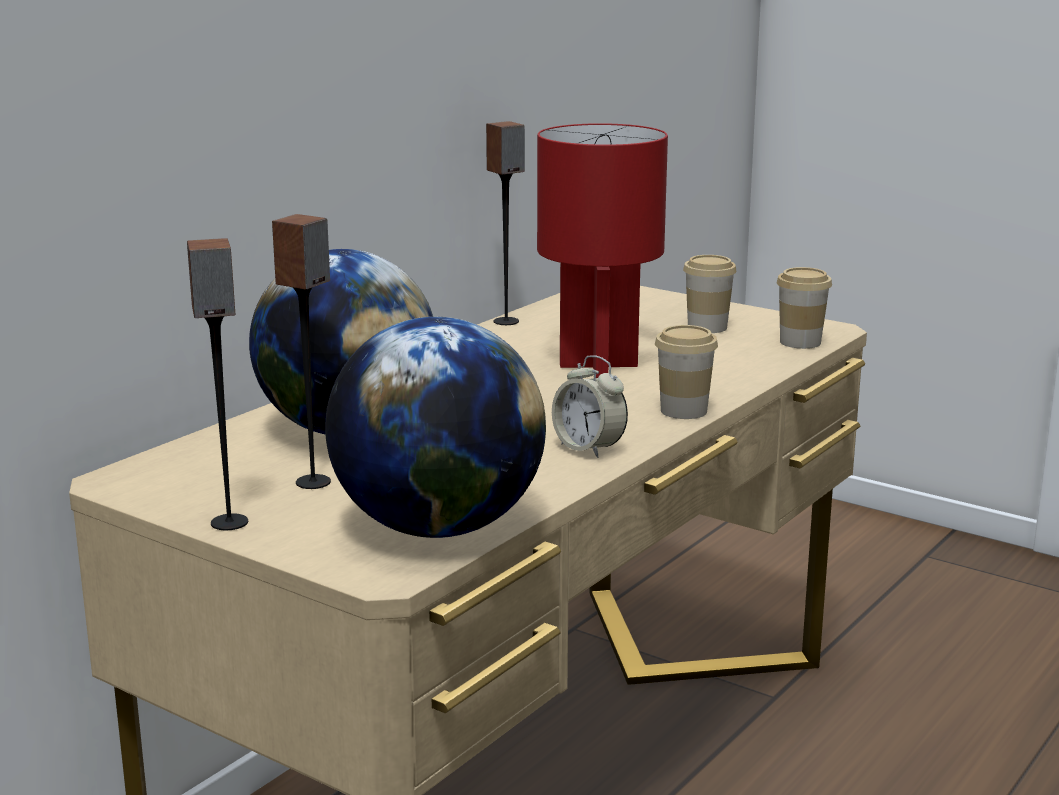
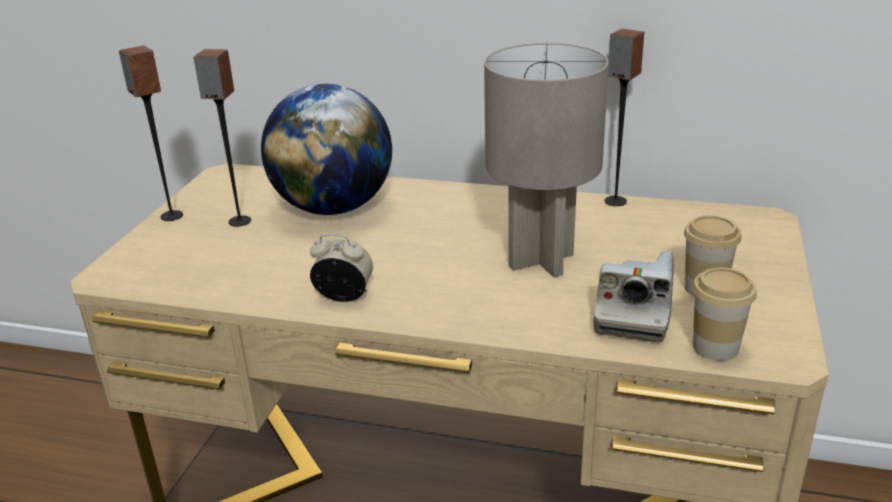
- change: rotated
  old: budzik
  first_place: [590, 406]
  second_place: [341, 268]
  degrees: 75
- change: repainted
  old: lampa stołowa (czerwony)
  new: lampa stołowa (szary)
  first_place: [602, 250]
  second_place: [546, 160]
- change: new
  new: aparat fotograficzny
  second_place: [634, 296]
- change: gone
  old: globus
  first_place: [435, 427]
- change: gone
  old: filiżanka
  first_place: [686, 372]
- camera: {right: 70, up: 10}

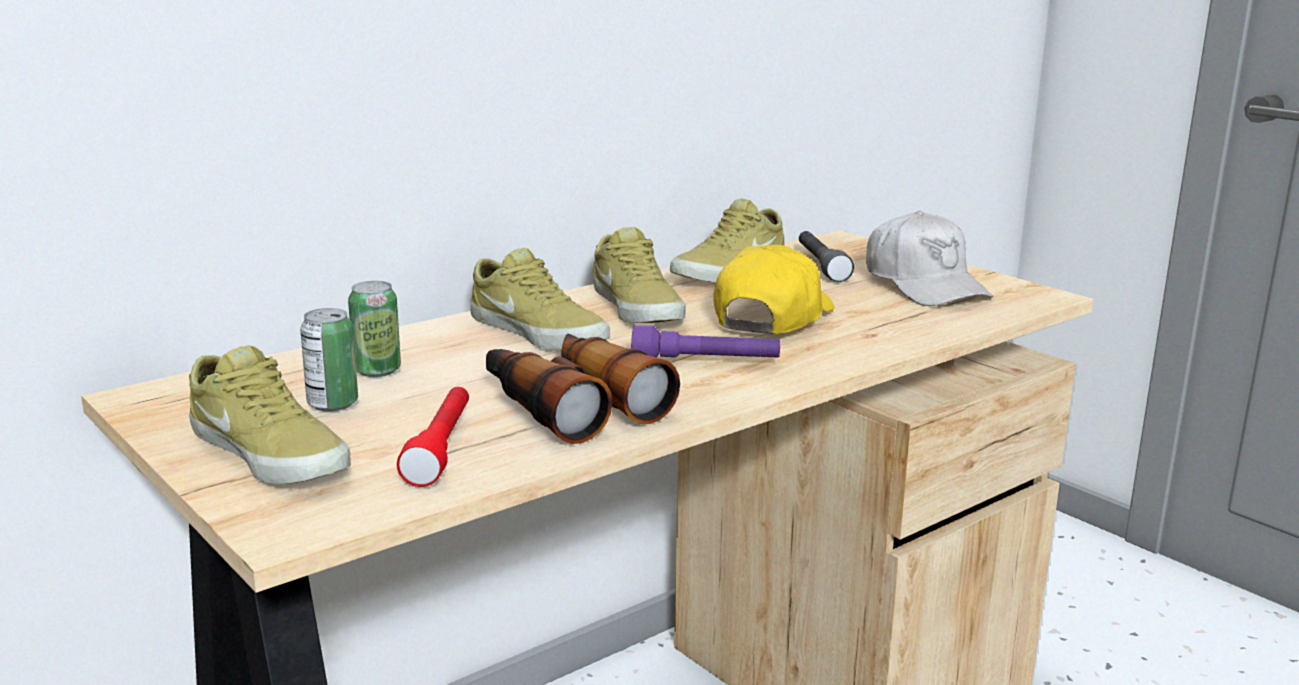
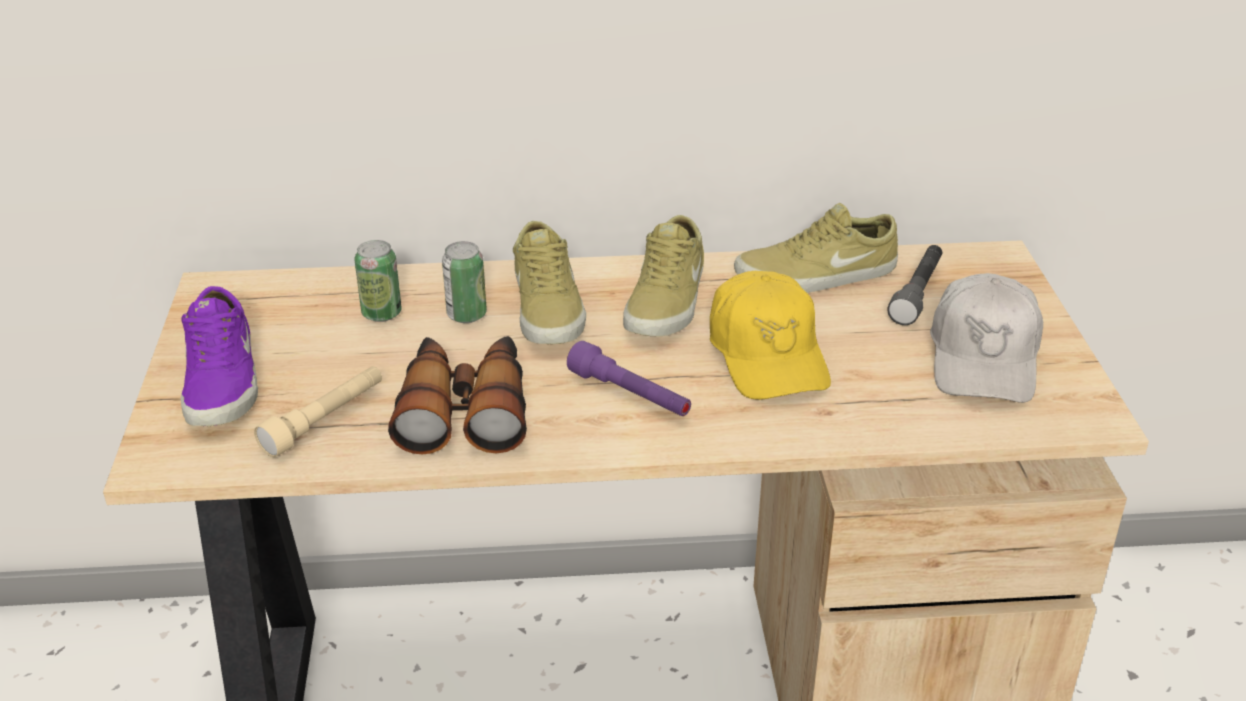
- change: repainted
  old: but (beżowy)
  new: but (fioletowy)
  first_place: [270, 414]
  second_place: [219, 356]
- change: repainted
  old: latarka (czerwony)
  new: latarka (beżowy)
  first_place: [433, 437]
  second_place: [318, 411]
- change: shifted
  old: puszka
  first_place: [329, 360]
  second_place: [464, 282]
- change: rotated
  old: czapka z daszkiem (żółty)
  first_place: [774, 289]
  second_place: [770, 335]
  degrees: 105
- camera: {right: 35, up: 15}

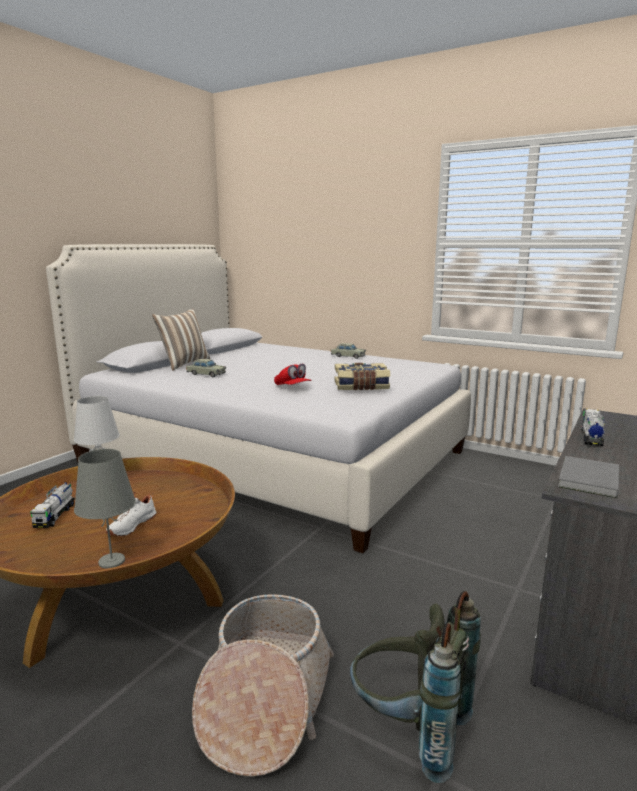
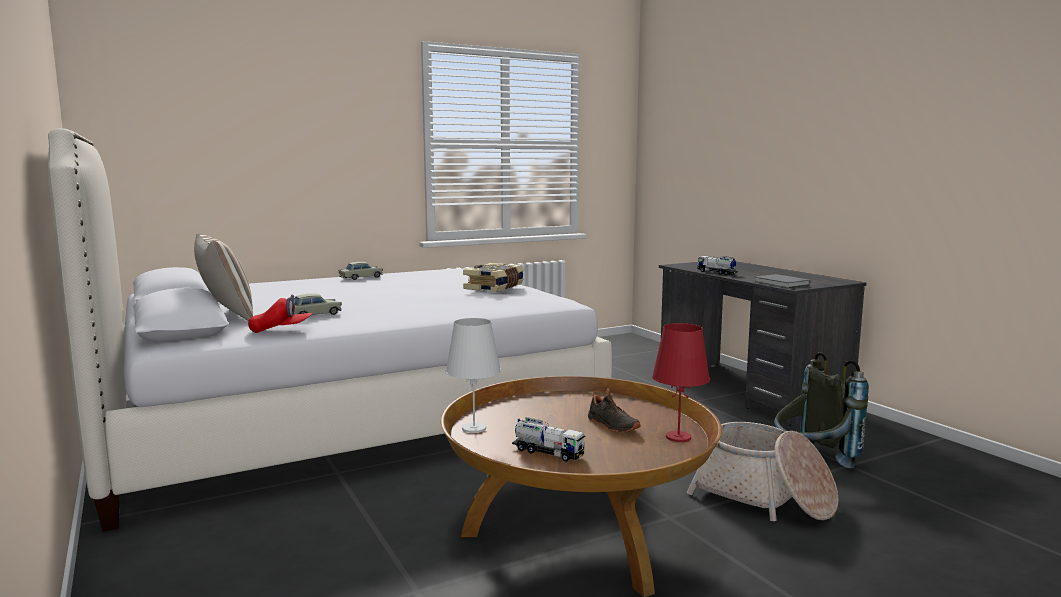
- change: shifted
  old: czapka z daszkiem (czerwony)
  first_place: [293, 374]
  second_place: [280, 314]
- change: repainted
  old: but (biały)
  new: but (czarny)
  first_place: [131, 514]
  second_place: [614, 410]
- change: repainted
  old: lampa stołowa (szary)
  new: lampa stołowa (czerwony)
  first_place: [105, 509]
  second_place: [681, 382]
- camera: {right: -60, up: -5}

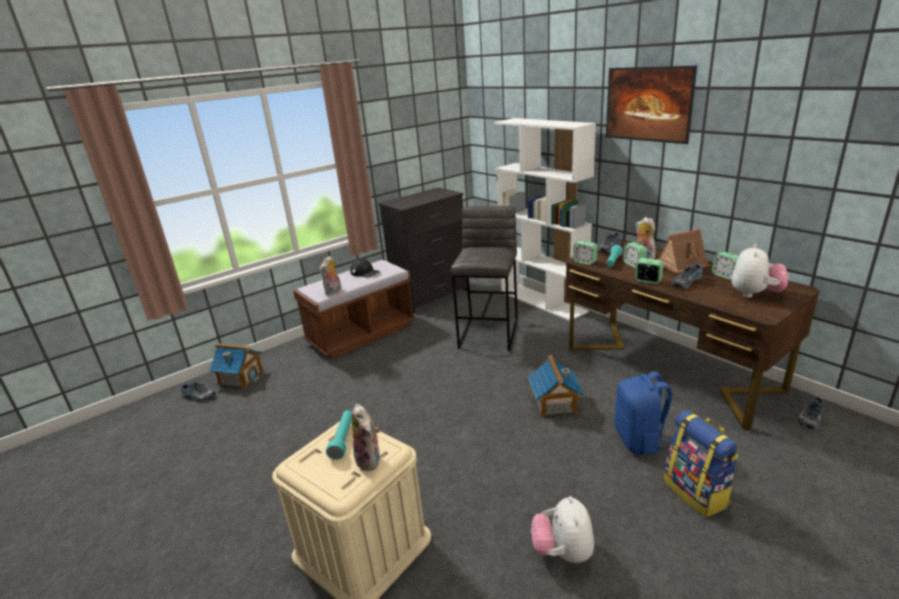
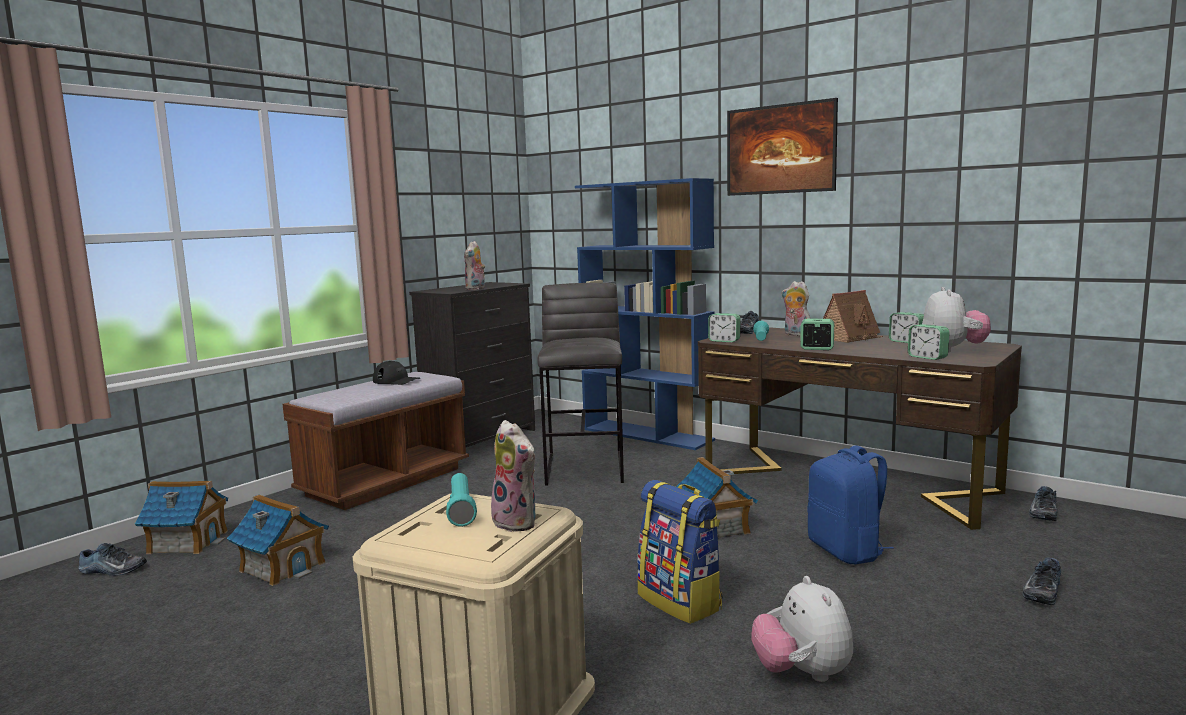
- change: new
  new: domek
  second_place: [278, 540]
- change: shifted
  old: pluszak
  first_place: [330, 275]
  second_place: [474, 265]
- change: repainted
  old: regał (biały)
  new: regał (niebieski)
  first_place: [545, 219]
  second_place: [645, 314]
- change: shifted
  old: plecak
  first_place: [701, 463]
  second_place: [680, 552]
- change: shifted
  old: budzik
  first_place: [635, 255]
  second_place: [929, 342]
- change: shifted
  old: but
  first_place: [687, 276]
  second_place: [1042, 581]
- camera: {right: -15, up: -15}

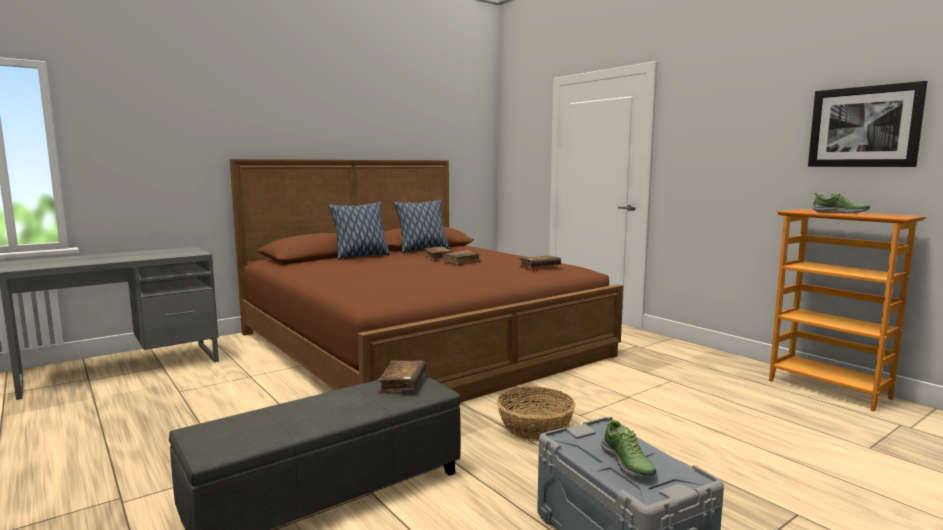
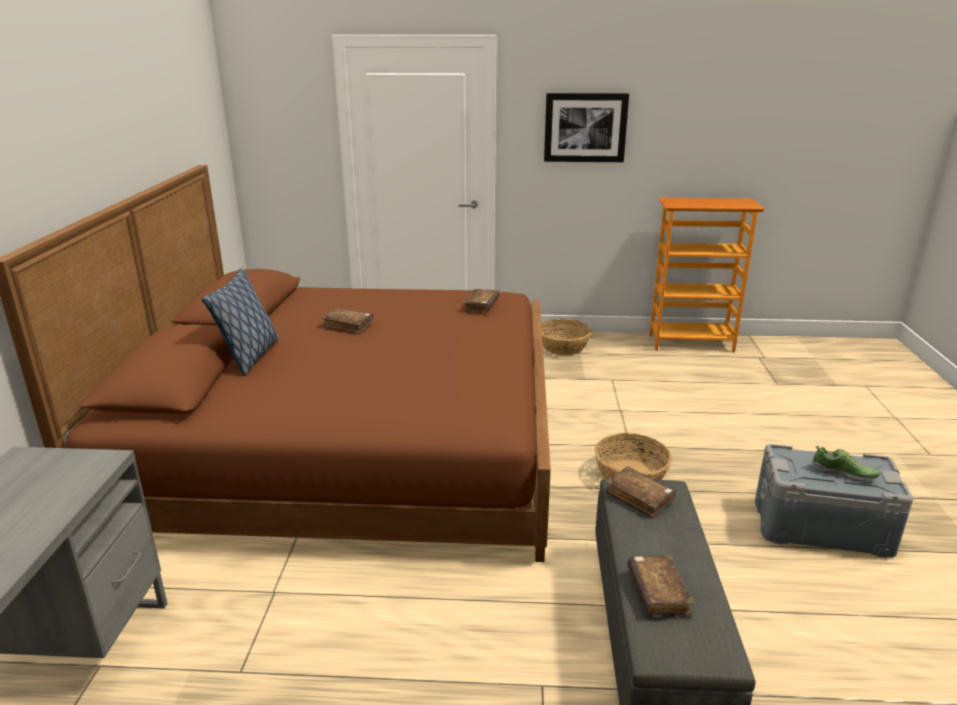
- change: new
  new: koszyk
  second_place: [566, 337]
- change: shifted
  old: obraz
  first_place: [868, 124]
  second_place: [586, 127]
- change: shifted
  old: książka (brązowy)
  first_place: [461, 257]
  second_place: [661, 586]
- change: gone
  old: poduszka
  first_place: [421, 226]
- change: gone
  old: but
  first_place: [841, 203]
- camera: {right: -50, up: 15}

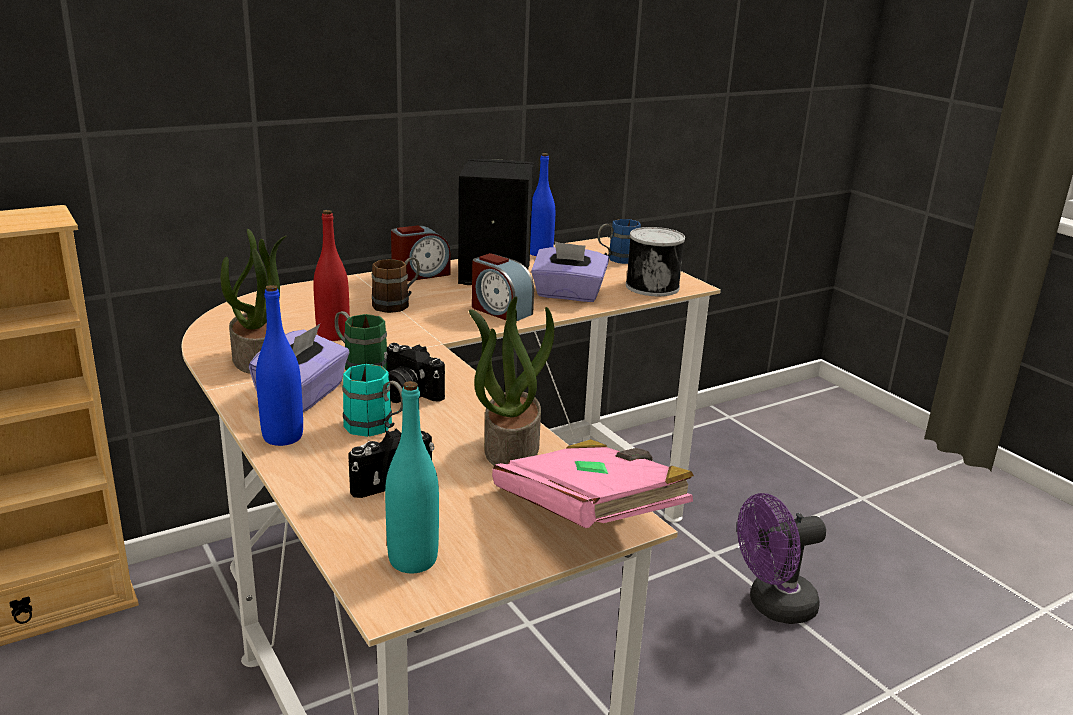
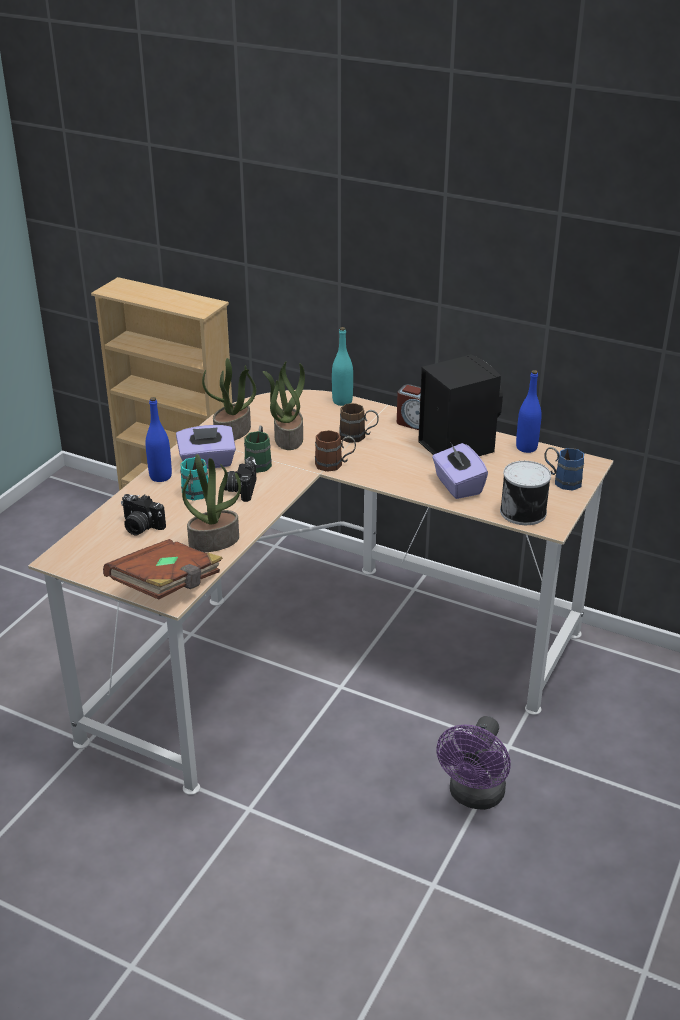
- change: repainted
  old: książka (różowy)
  new: książka (brązowy)
  first_place: [593, 483]
  second_place: [163, 569]
- change: swapped
  old: butelka (czerwony)
  new: roślina doniczkowa
  first_place: [331, 275]
  second_place: [284, 406]
- change: new
  new: kubek (brązowy)
  second_place: [335, 451]
- change: shifted
  old: butelka (turkusowy)
  first_place: [412, 477]
  second_place: [342, 366]
- change: rotated
  old: wentylator (fioletowy)
  first_place: [781, 558]
  second_place: [473, 763]
  degrees: -105
- change: gone
  old: budzik
  first_place: [503, 287]
- camera: {right: 60, up: 10}

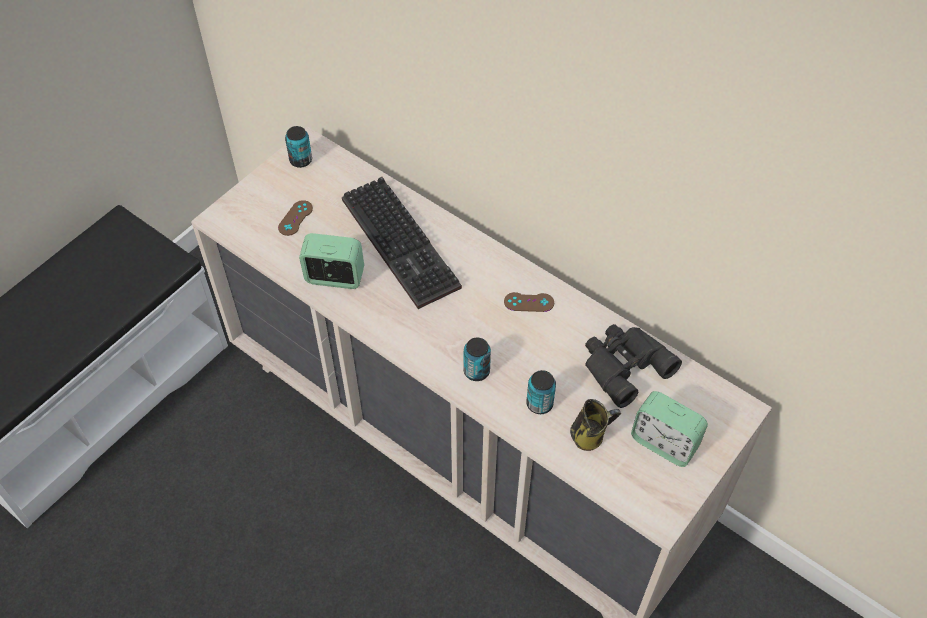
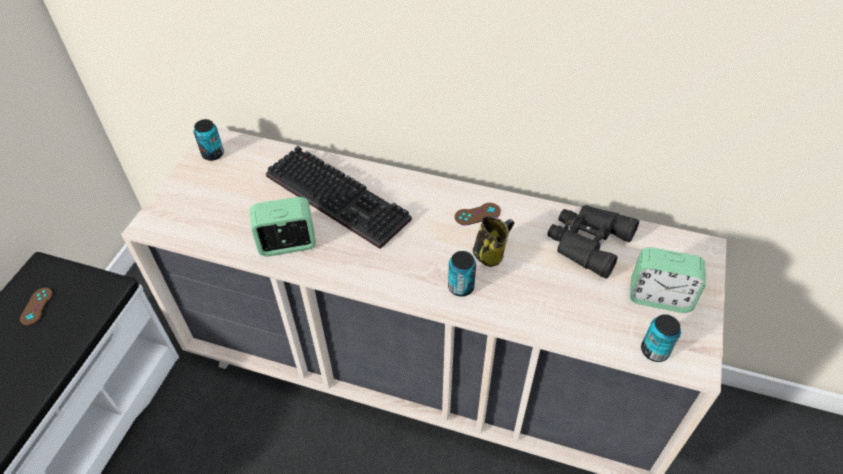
- change: shifted
  old: pad do gier (brązowy)
  first_place: [295, 218]
  second_place: [36, 306]
- change: shifted
  old: kubek
  first_place: [595, 425]
  second_place: [494, 241]
- change: shifted
  old: puszka
  first_place: [541, 392]
  second_place: [661, 338]
- camera: {right: -20, up: -5}

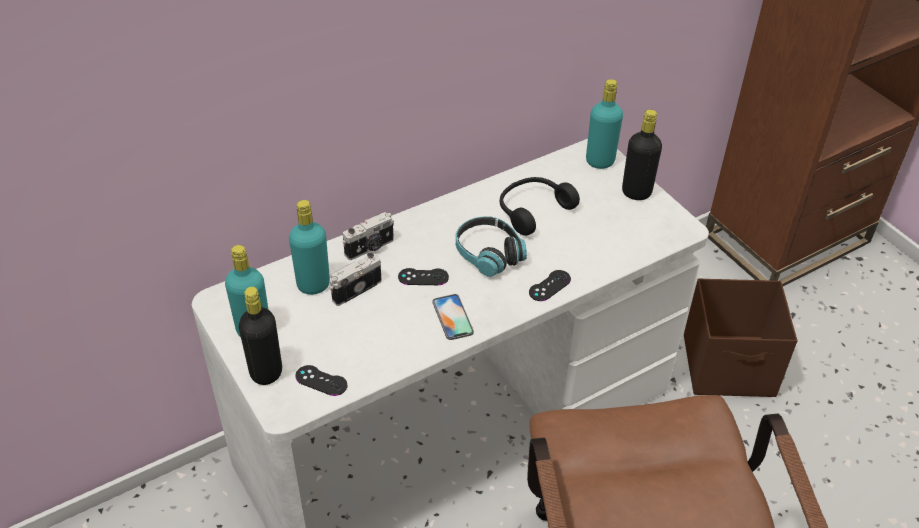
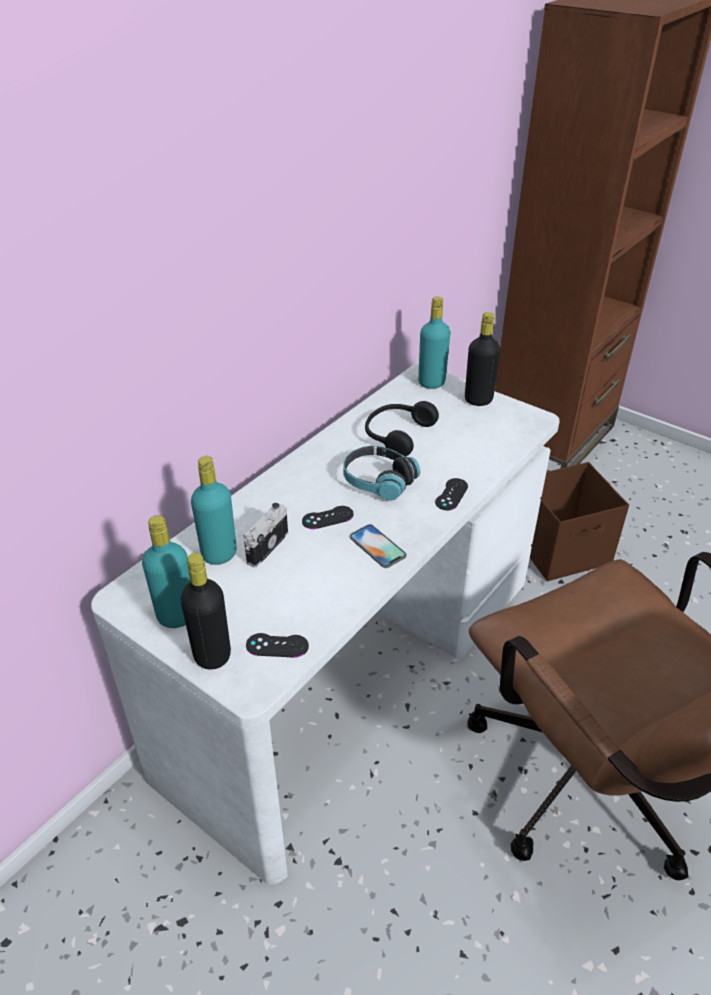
- change: gone
  old: aparat fotograficzny
  first_place: [368, 236]
- camera: {right: -20, up: -5}

